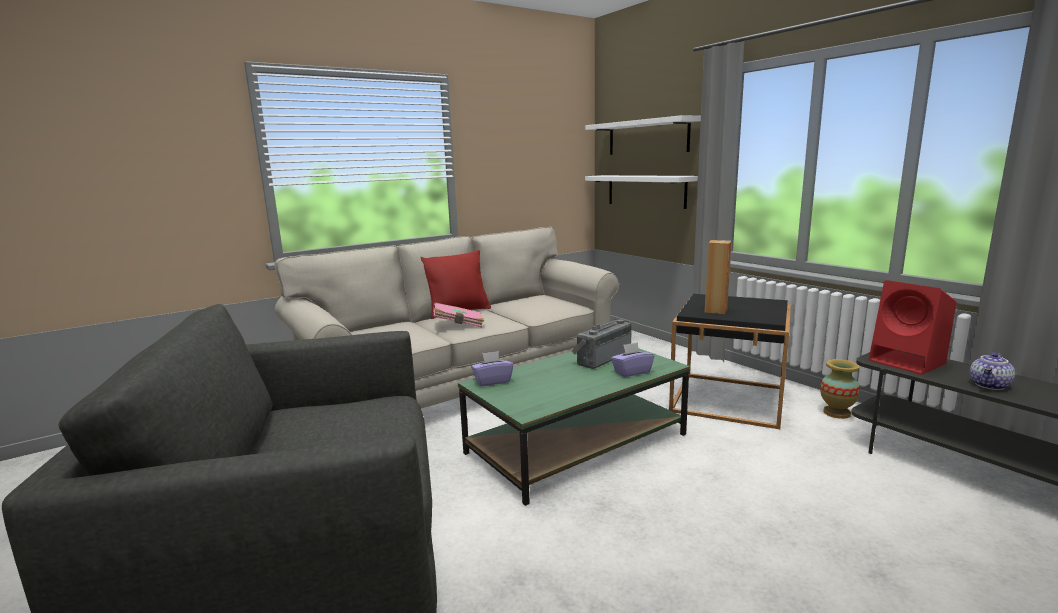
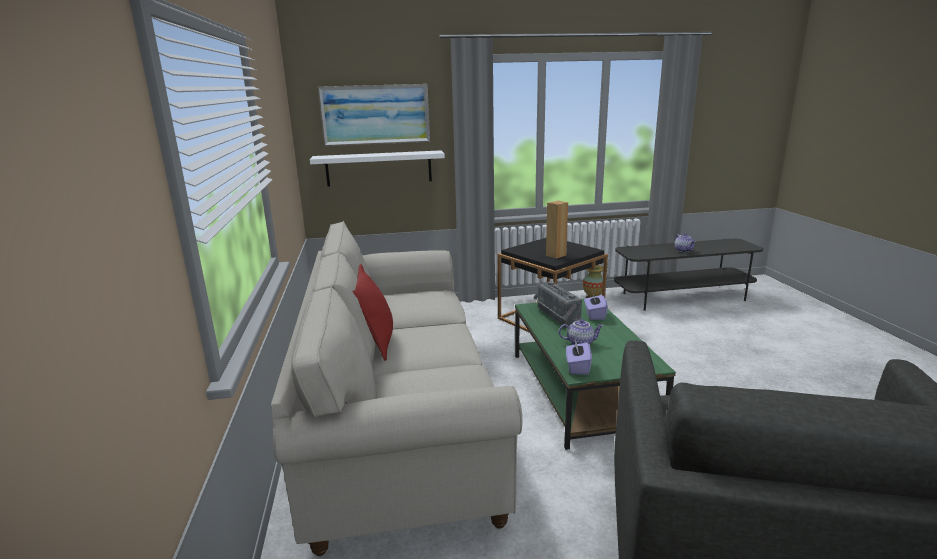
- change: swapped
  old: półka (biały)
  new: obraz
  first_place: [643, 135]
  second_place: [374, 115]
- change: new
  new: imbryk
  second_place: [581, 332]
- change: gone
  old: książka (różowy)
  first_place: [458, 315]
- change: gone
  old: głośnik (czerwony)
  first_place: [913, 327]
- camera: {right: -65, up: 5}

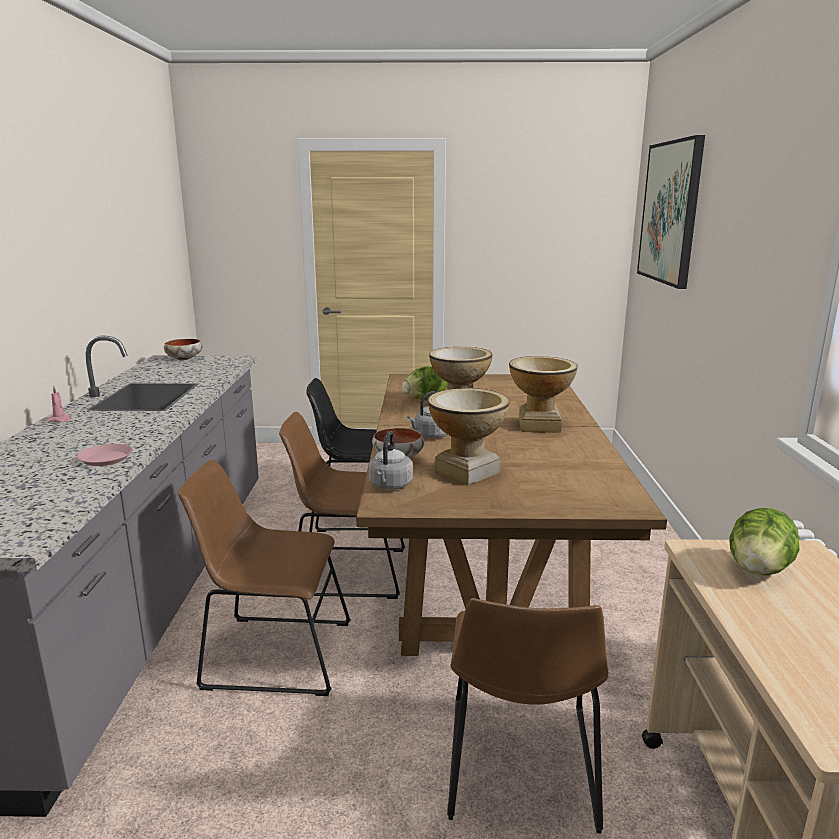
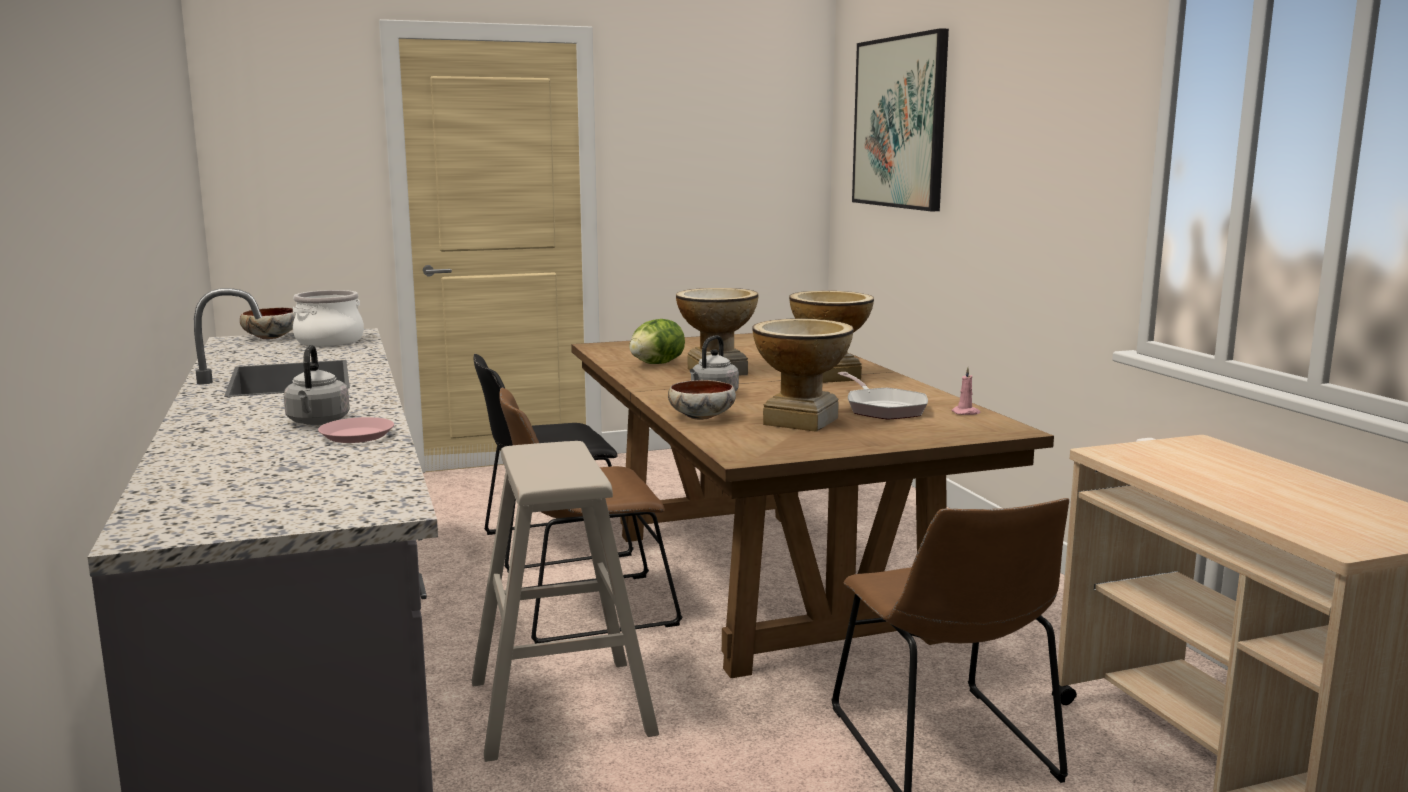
- change: shifted
  old: czajnik (szary)
  first_place: [391, 460]
  second_place: [317, 385]
- change: new
  new: garnek
  second_place: [328, 318]
- change: swapped
  old: krzesło (brązowy)
  new: stołek (beżowy)
  first_place: [264, 577]
  second_place: [565, 601]
- change: new
  new: patelnia
  second_place: [883, 396]
- change: shifted
  old: świeca (różowy)
  first_place: [59, 404]
  second_place: [966, 391]
- change: gone
  old: sałata
  first_place: [764, 542]
- camera: {right: -20, up: -5}

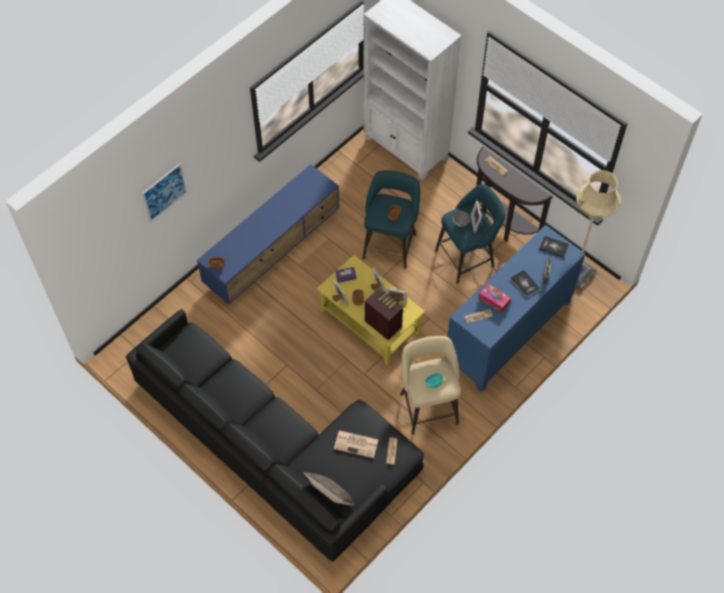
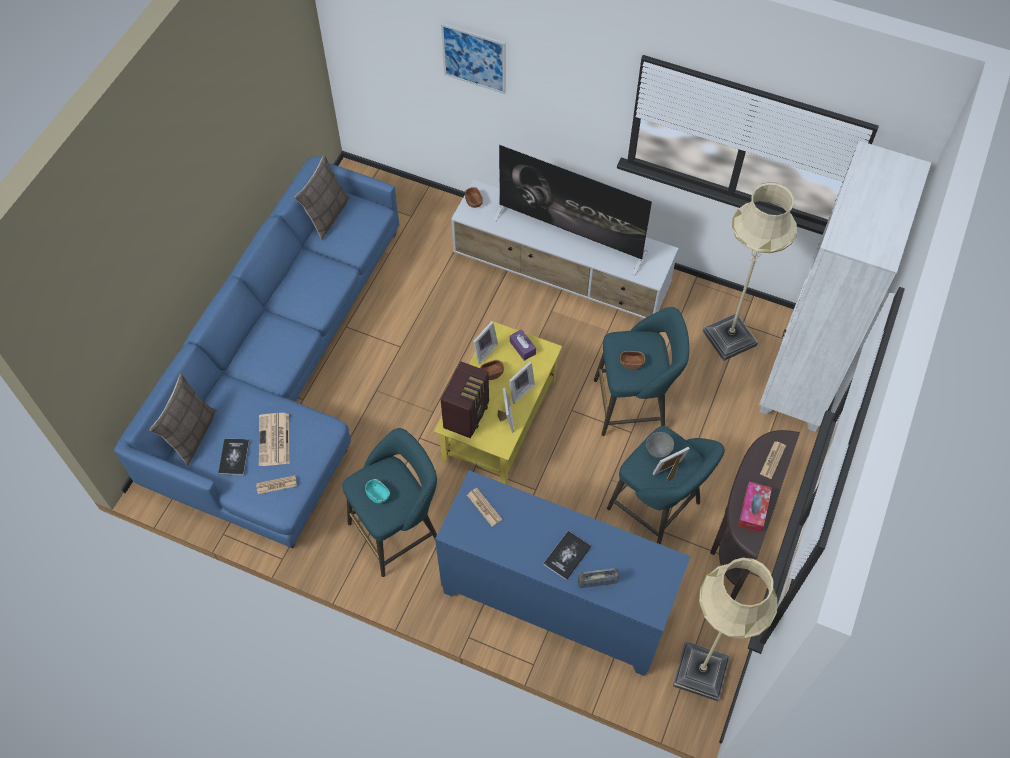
- change: repainted
  old: kanapa (czarny)
  new: kanapa (niebieski)
  first_place: [275, 435]
  second_place: [256, 352]
- change: shifted
  old: książka
  first_place: [554, 246]
  second_place: [234, 457]
- change: new
  new: poduszka
  second_place: [322, 197]
- change: repainted
  old: stołek (beżowy)
  new: stołek (turkusowy)
  first_place: [430, 385]
  second_place: [389, 502]
- change: repainted
  old: szafka pod telewizor (niebieski)
  new: szafka pod telewizor (biały)
  first_place: [268, 234]
  second_place: [564, 249]
- change: new
  new: telewizor
  second_place: [573, 210]
- change: new
  new: lampa stojąca (beżowy)
  second_place: [750, 271]
- change: shifted
  old: pudełko chusteczek
  first_place: [494, 298]
  second_place: [755, 507]
- camera: {right: 70, up: 0}

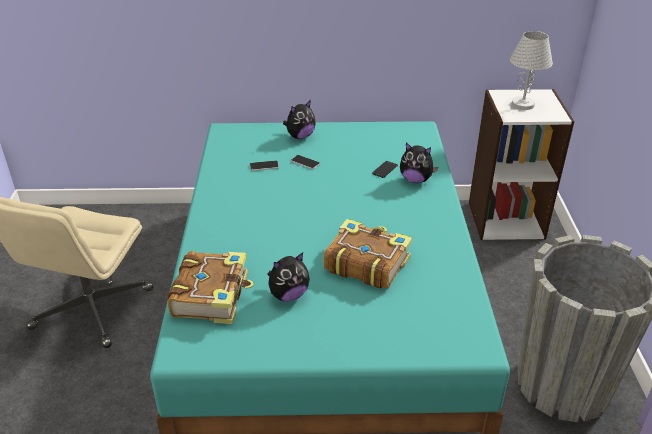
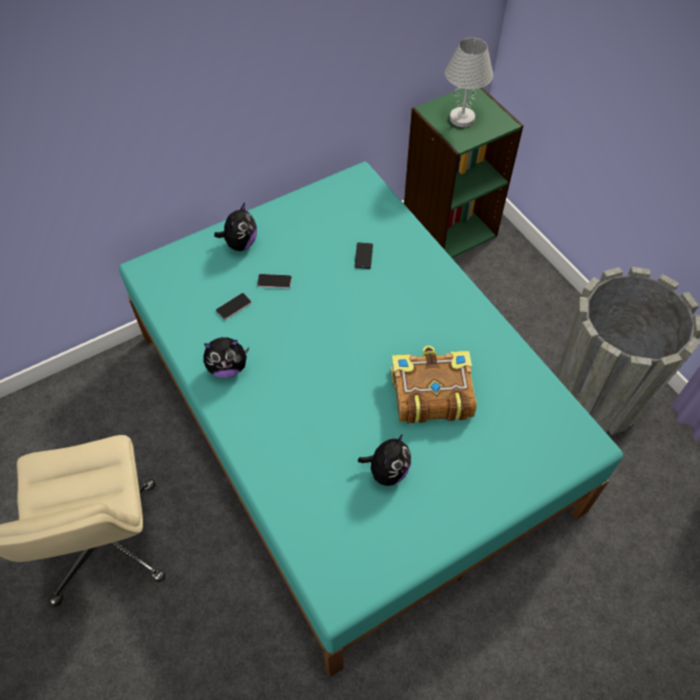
- change: shifted
  old: pluszak
  first_place: [419, 163]
  second_place: [226, 357]
- change: repainted
  old: regał (biały)
  new: regał (zielony)
  first_place: [521, 164]
  second_place: [464, 172]
- change: gone
  old: książka
  first_place: [210, 287]
- camera: {right: -30, up: 20}

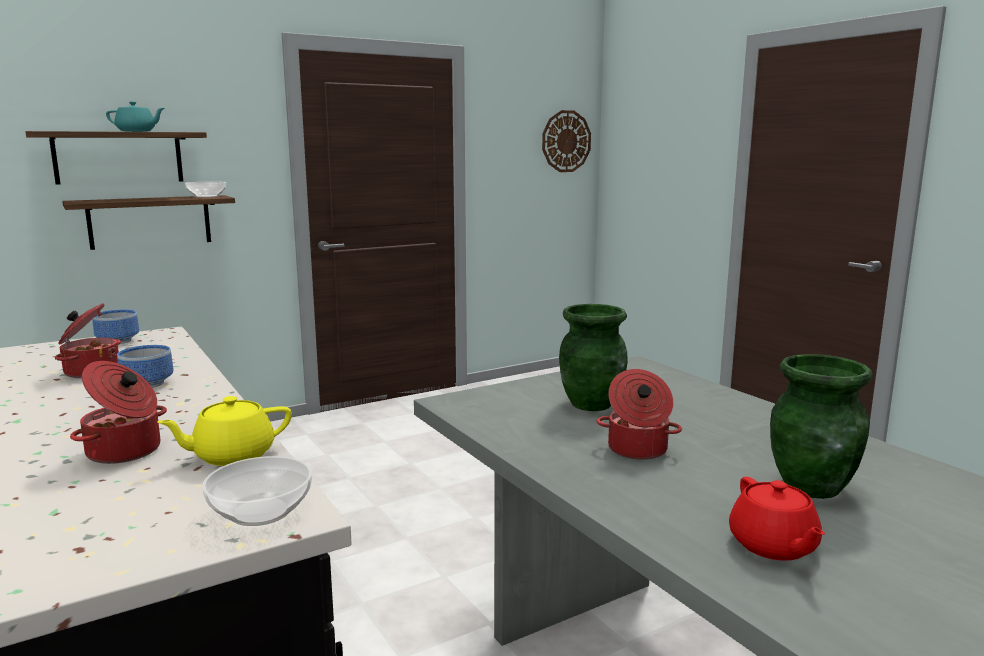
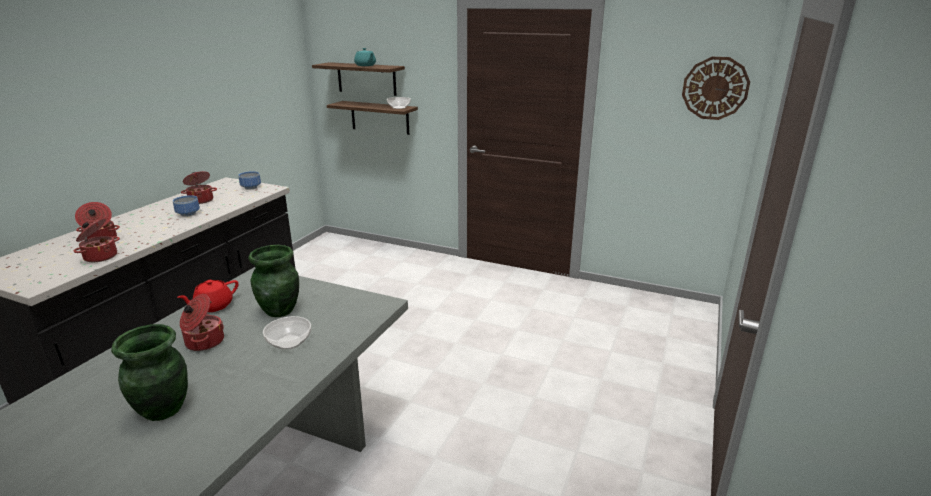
- change: swapped
  old: imbryk (żółty)
  new: garnek
  first_place: [224, 431]
  second_place: [97, 240]
- change: shifted
  old: imbryk (czerwony)
  first_place: [777, 519]
  second_place: [208, 296]
- change: shifted
  old: miska
  first_place: [257, 491]
  second_place: [287, 333]
- camera: {right: 55, up: 10}

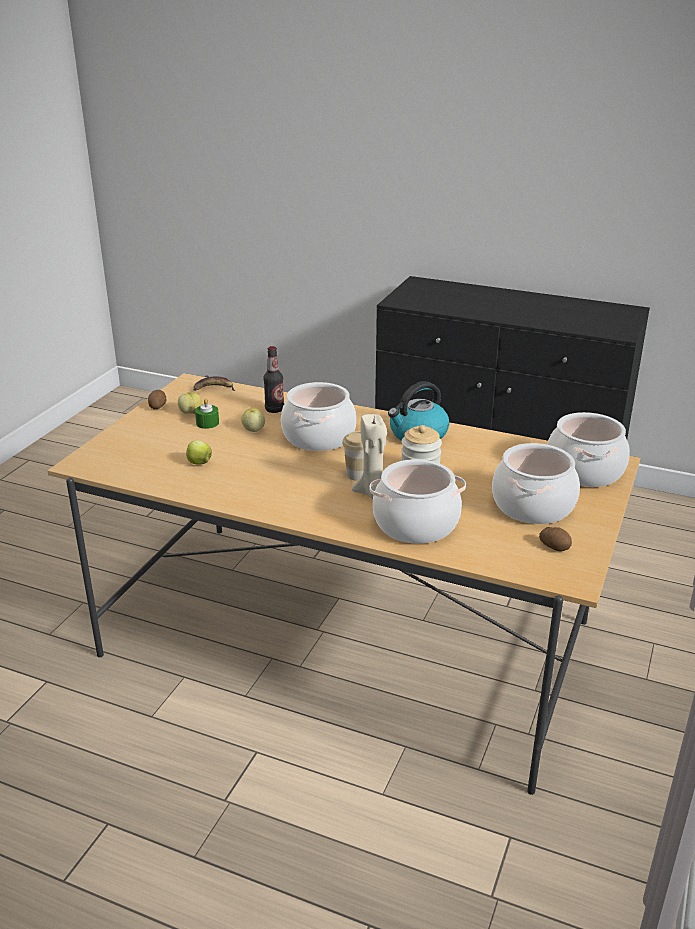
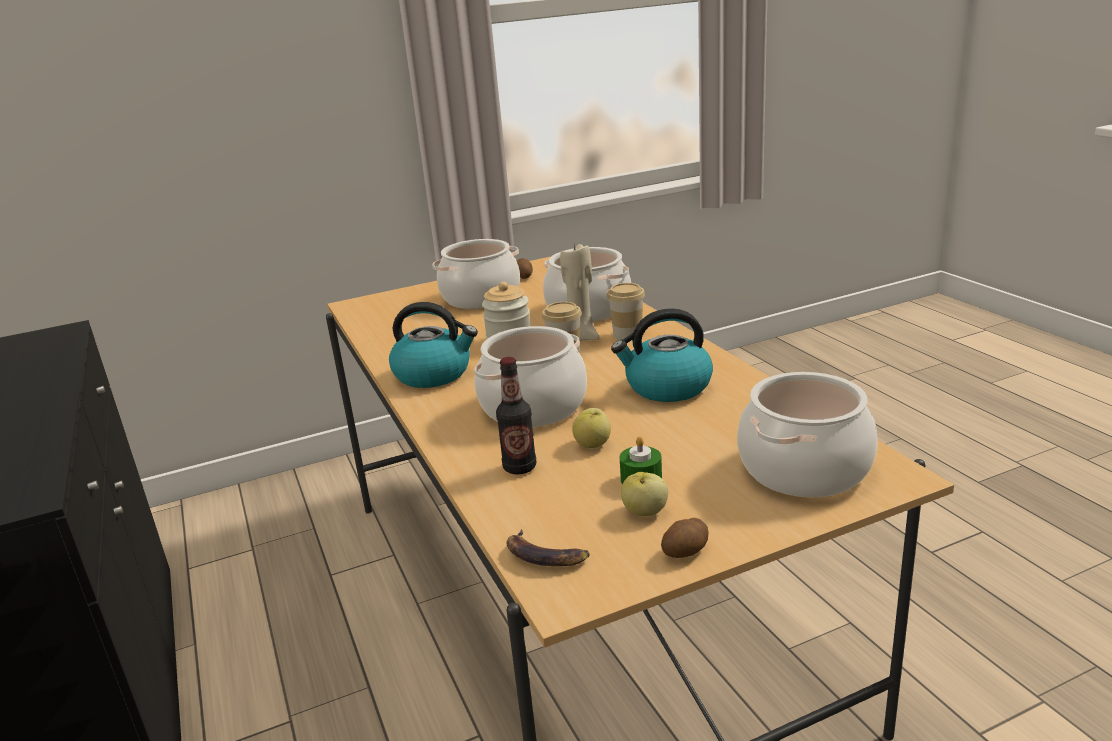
- change: new
  new: filiżanka
  second_place: [626, 311]
- change: new
  new: czajnik
  second_place: [662, 355]
- change: shifted
  old: garnek
  first_place: [588, 449]
  second_place: [807, 434]
- change: gone
  old: jabłko
  first_place: [199, 452]
- camera: {right: -135, up: -5}

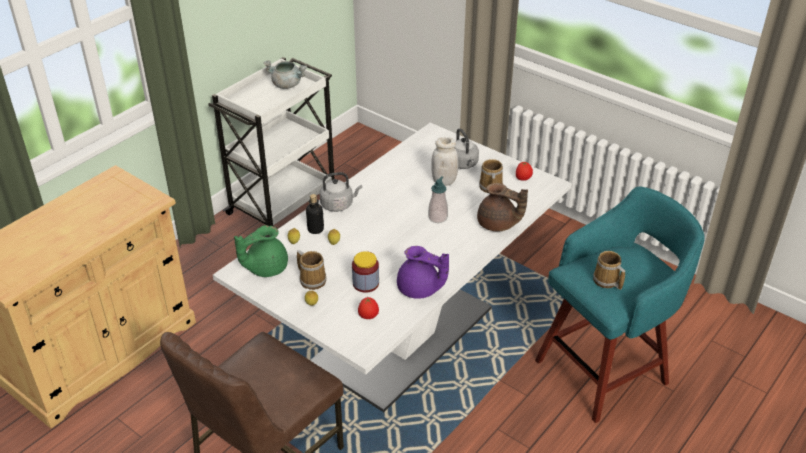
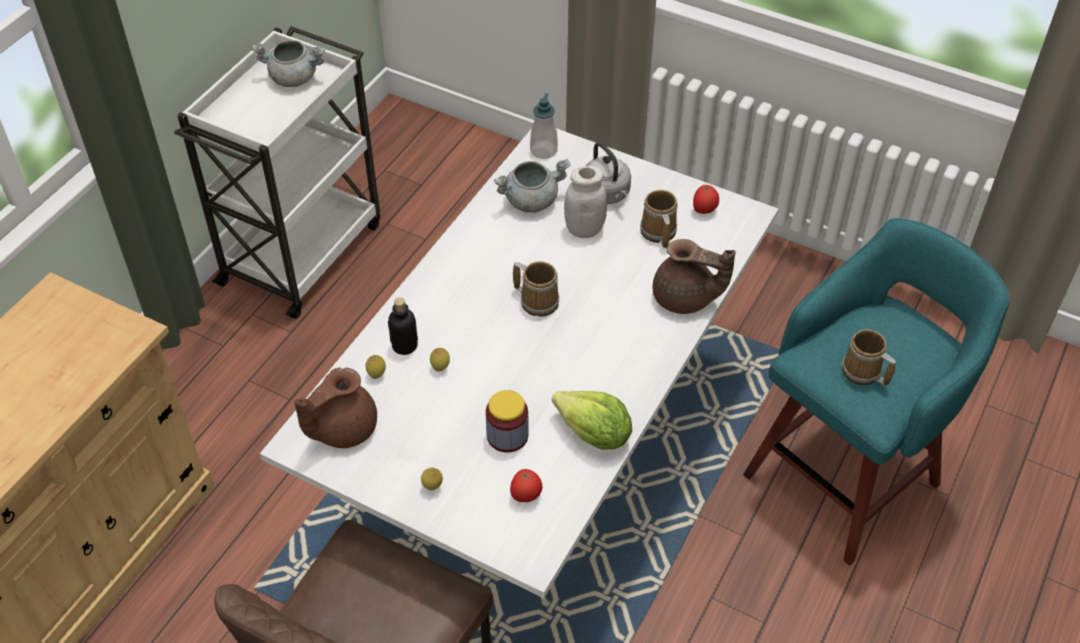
- change: repainted
  old: imbryk (zielony)
  new: imbryk (brązowy)
  first_place: [261, 251]
  second_place: [335, 408]
- change: new
  new: garnek (szary)
  second_place: [532, 186]
- change: shifted
  old: kubek
  first_place: [312, 270]
  second_place: [536, 288]
- change: shifted
  old: dozownik mydła
  first_place: [438, 199]
  second_place: [544, 126]
- change: swapped
  old: imbryk (fioletowy)
  new: sałata
  first_place: [423, 272]
  second_place: [592, 420]
- change: gone
  old: czajnik (szary)
  first_place: [341, 192]
- camera: {right: -10, up: 10}

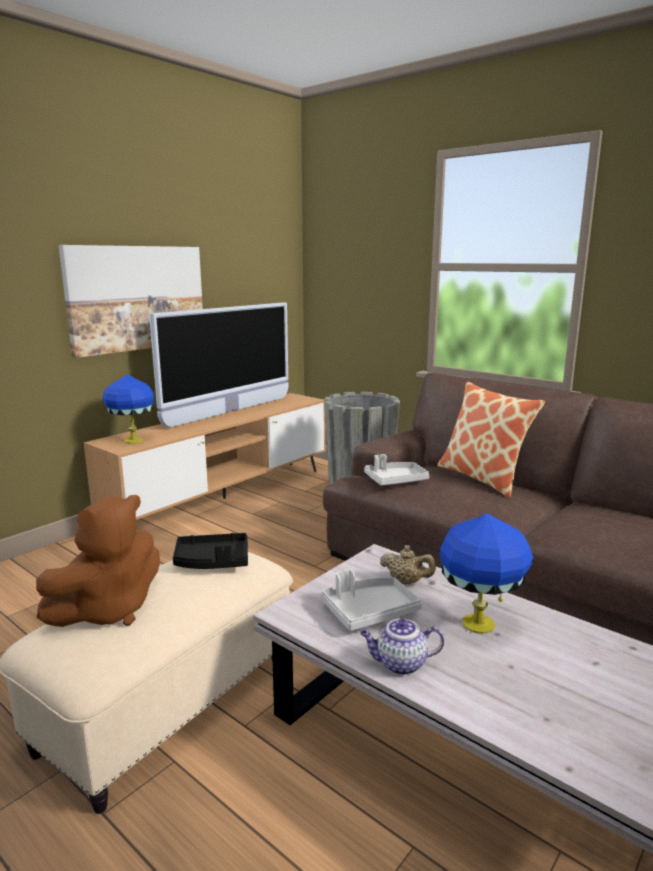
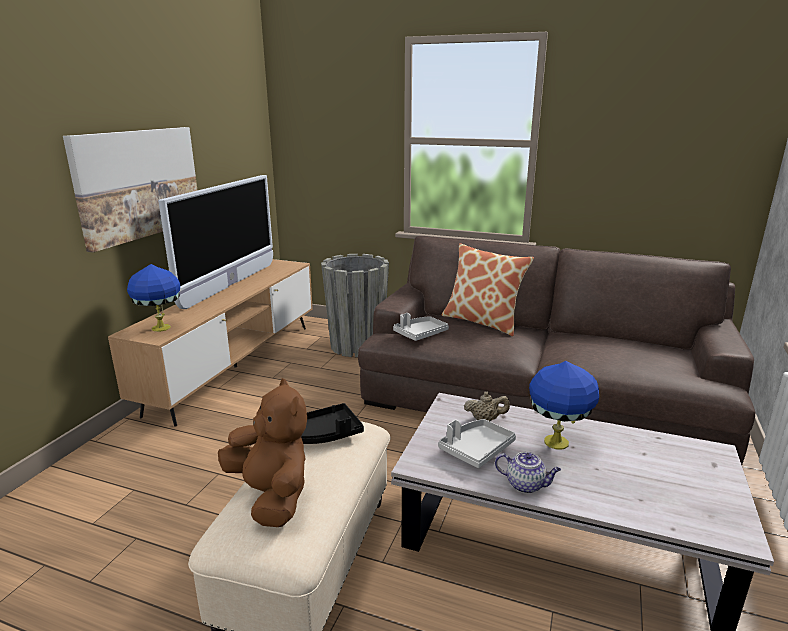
- change: rotated
  old: pluszak (brązowy)
  first_place: [98, 561]
  second_place: [262, 452]
  degrees: -60
- change: rotated
  old: imbryk
  first_place: [402, 647]
  second_place: [528, 472]
  degrees: -135
- camera: {right: -20, up: 5}

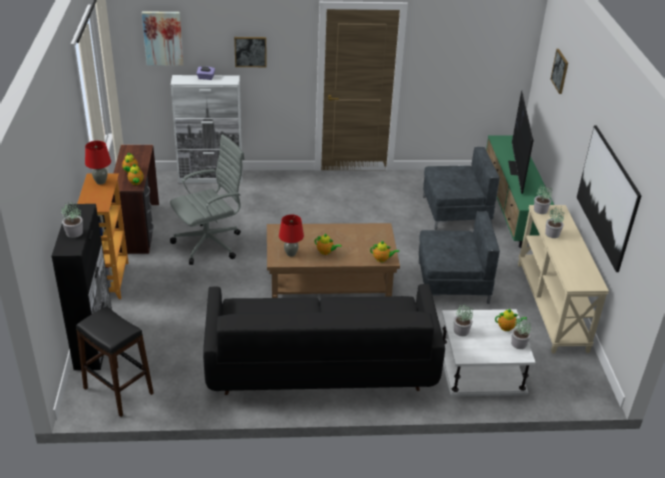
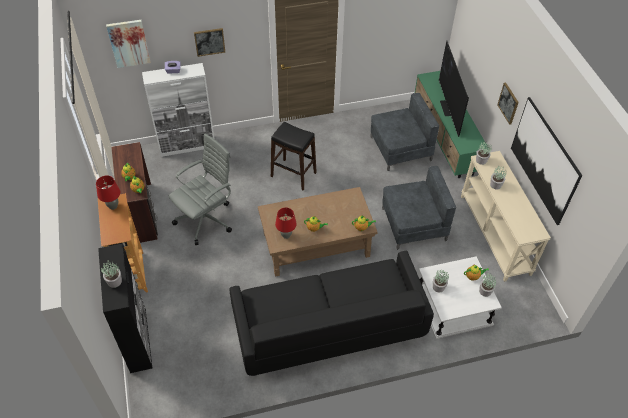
- change: shifted
  old: stołek (czarny)
  first_place: [115, 362]
  second_place: [294, 156]
- change: shifted
  old: obraz
  first_place: [559, 71]
  second_place: [508, 104]
- camera: {right: -10, up: 15}

